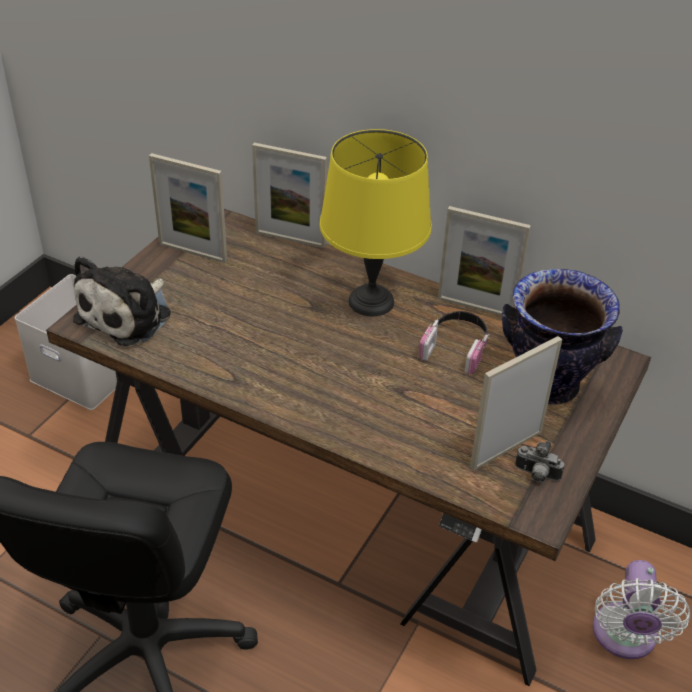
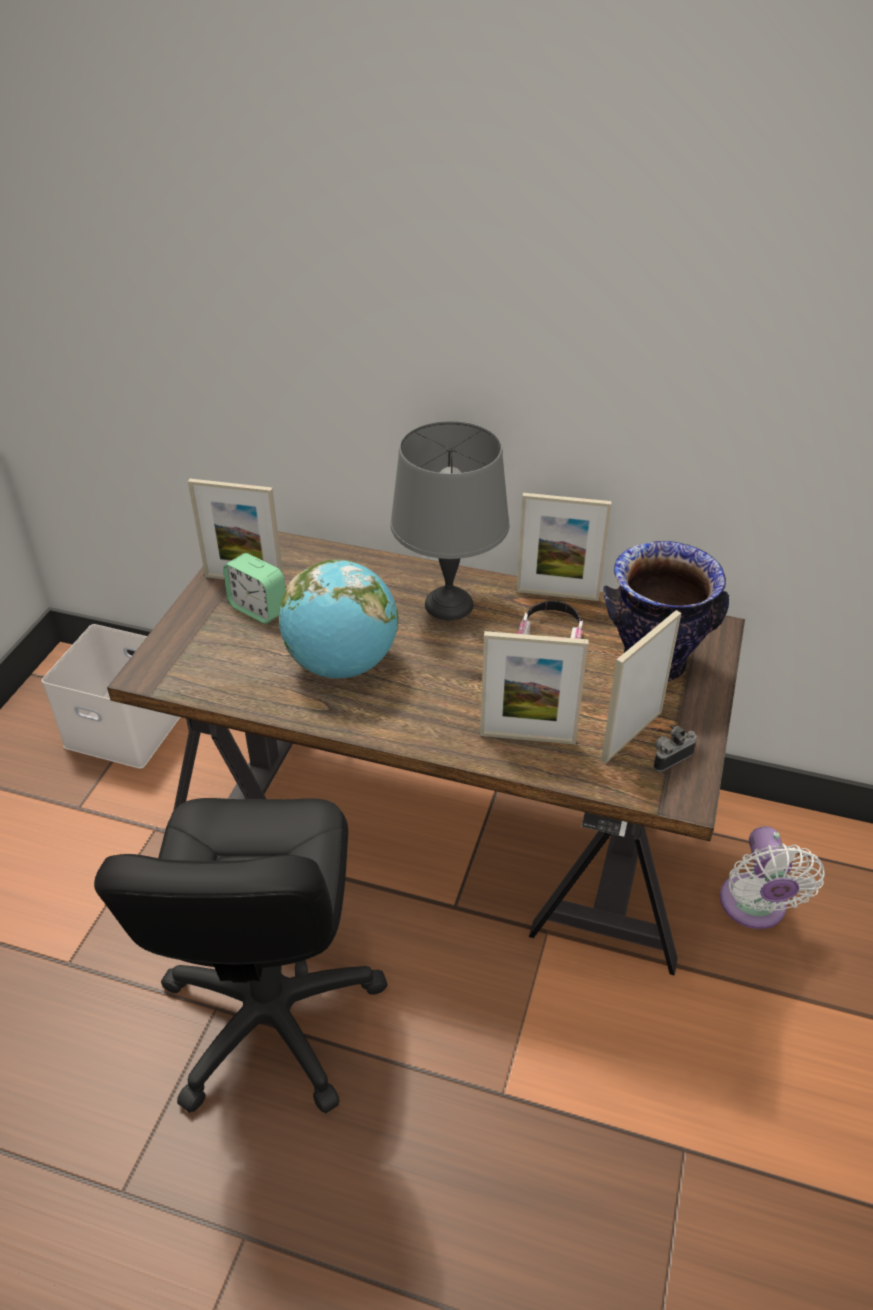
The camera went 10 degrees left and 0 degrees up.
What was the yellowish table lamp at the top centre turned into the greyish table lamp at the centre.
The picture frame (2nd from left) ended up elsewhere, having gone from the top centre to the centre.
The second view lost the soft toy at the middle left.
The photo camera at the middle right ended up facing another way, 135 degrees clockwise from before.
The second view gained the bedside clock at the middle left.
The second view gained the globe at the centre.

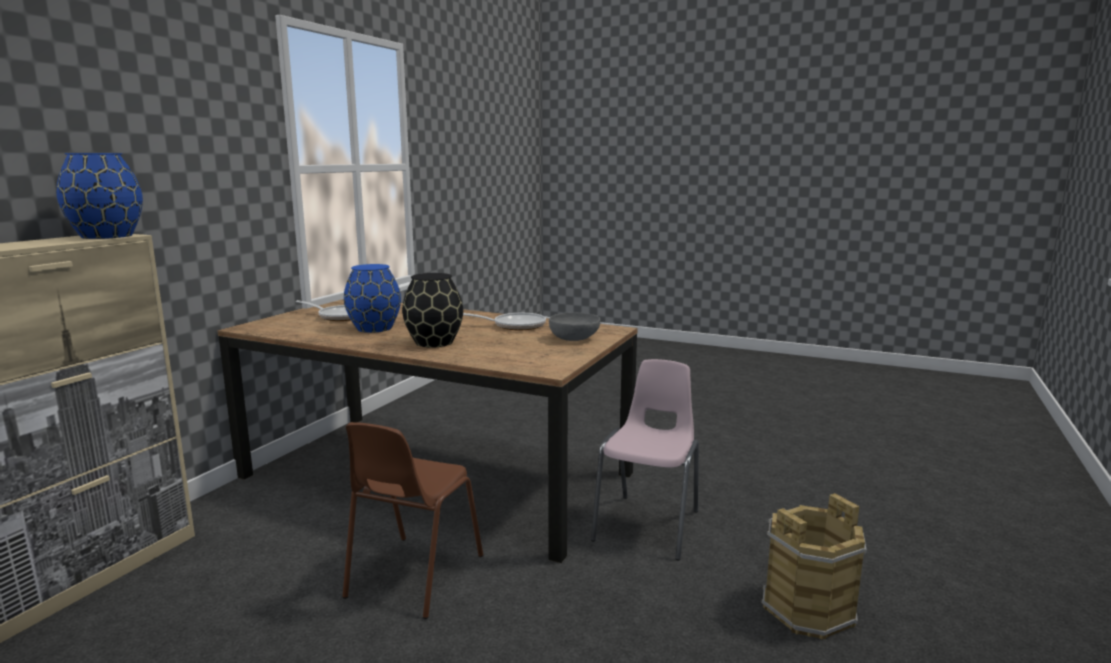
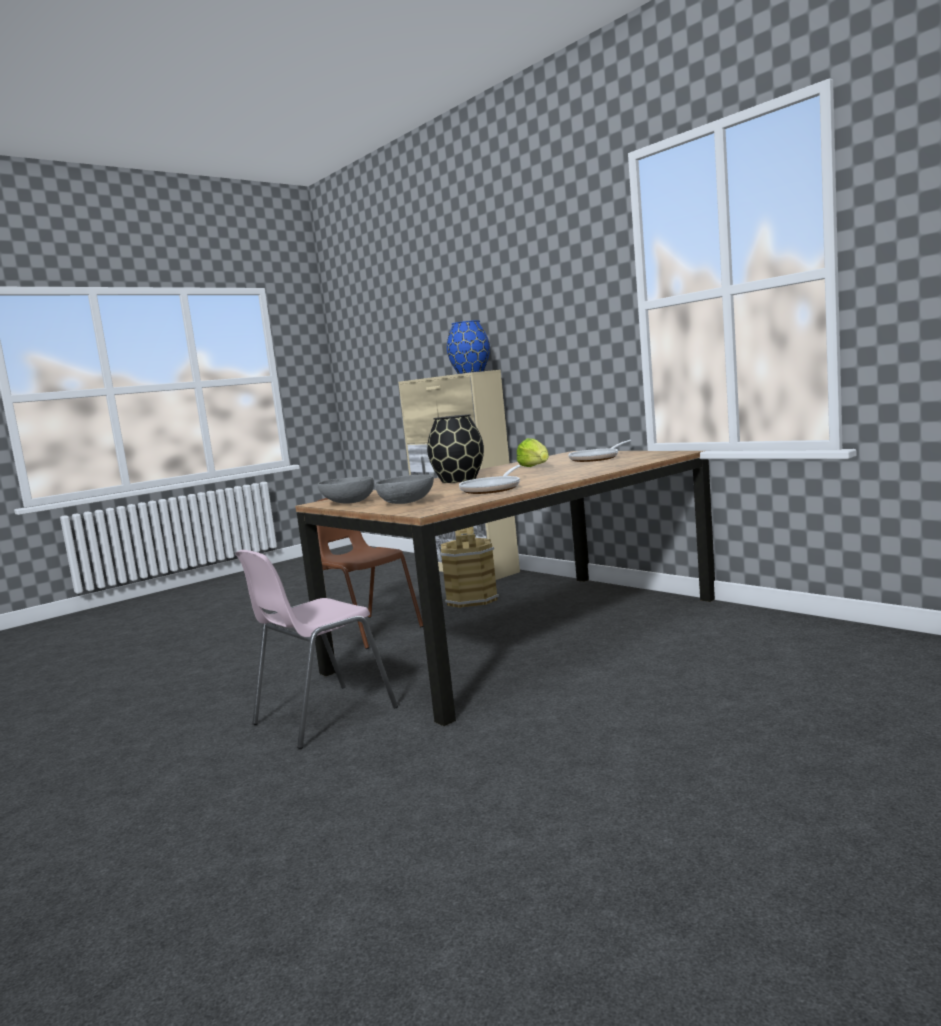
The camera went 115 degrees right and 5 degrees down.
Where the bluish flower vase (2nd from left) stood at the centre, the head of lettuce came to stand at the centre.
The pinkish upright chair at the bottom centre ended up facing another way, 90 degrees clockwise from before.
The brown bucket ended up elsewhere, having gone from the bottom right to the centre.
The second view gained the greyish bowl (1st from left) at the centre.

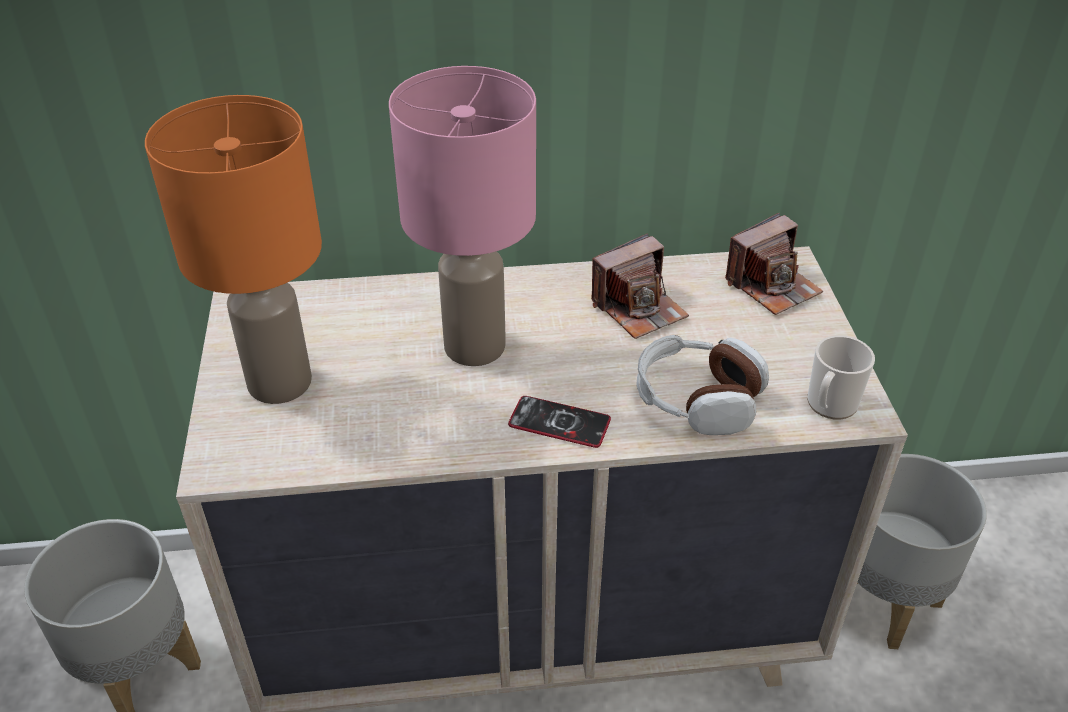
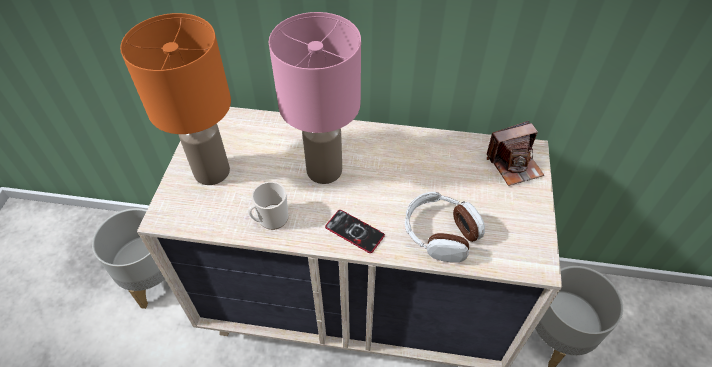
The camera went 15 degrees right and 10 degrees up.
The second view lost the photo camera (1st from left) at the centre.
The tea mug ended up elsewhere, having gone from the middle right to the centre.

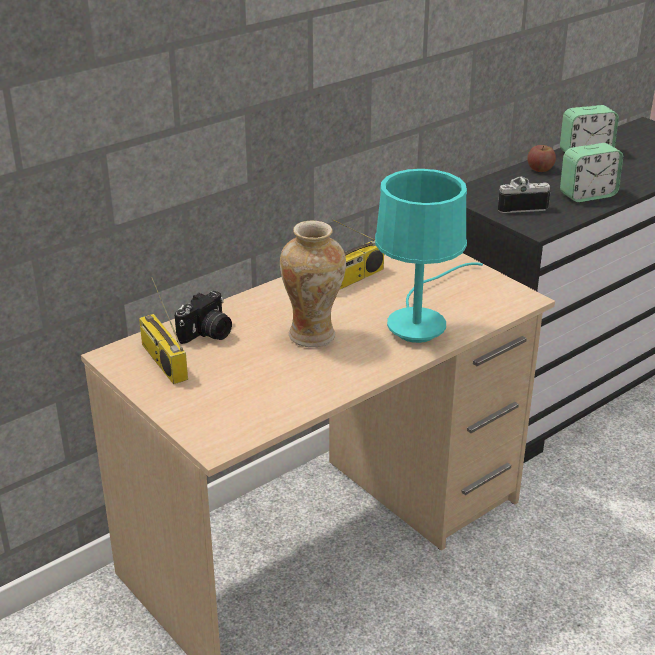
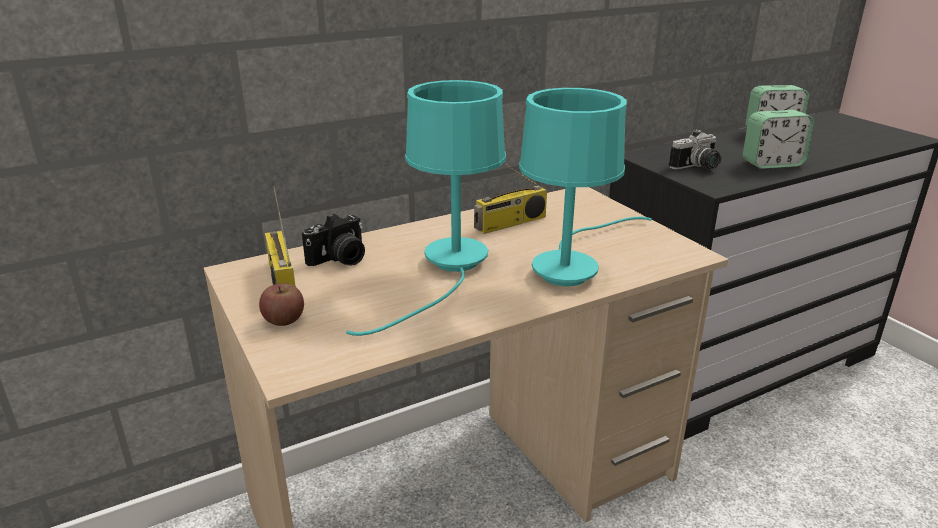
The camera went 10 degrees right and 5 degrees down.
The apple ended up elsewhere, having gone from the top right to the middle left.
The photo camera (2nd from left) at the top right ended up facing another way, 150 degrees clockwise from before.
Where the flower vase stood at the centre, the turquoise-coloured table lamp (1st from left) came to stand at the centre.

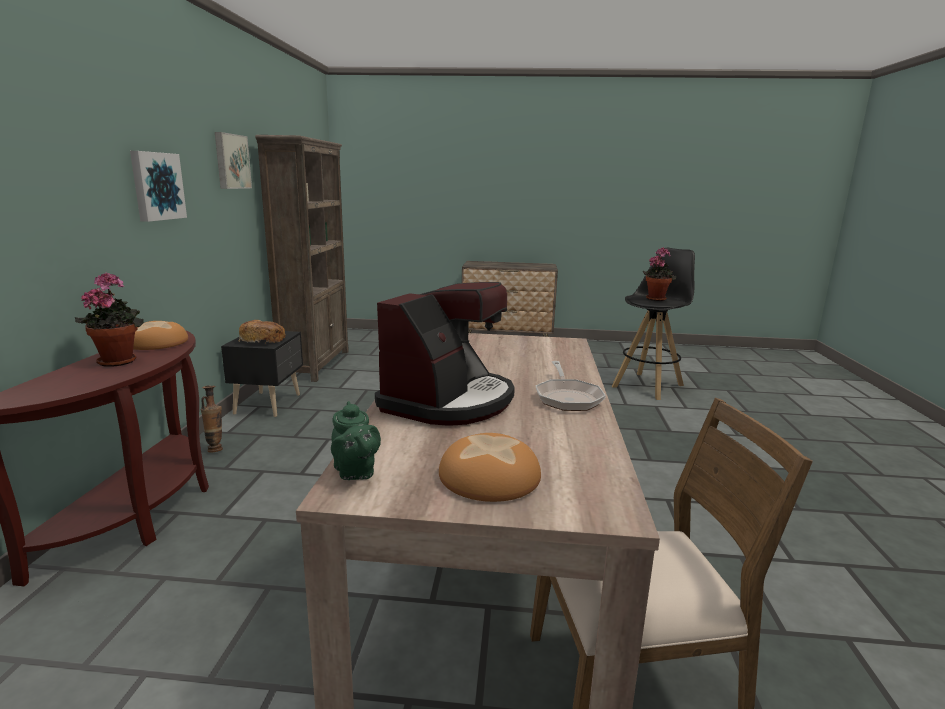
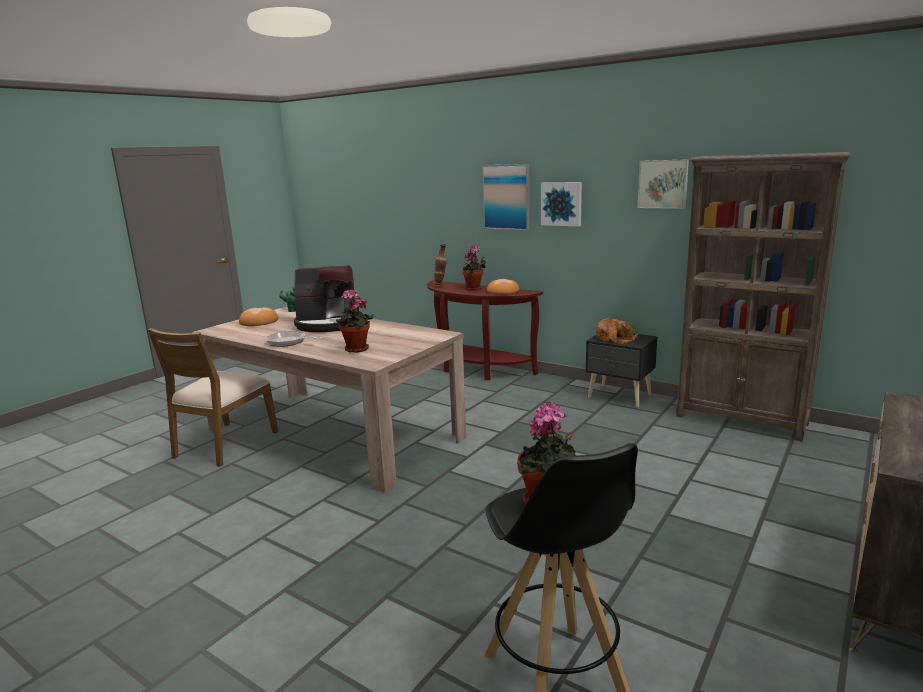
The camera went 120 degrees right and 0 degrees up.
The coffee maker at the centre ended up facing another way, 60 degrees counterclockwise from before.
The flower vase ended up elsewhere, having gone from the middle left to the centre.
The second view gained the wall picture (1st from left) at the top centre.
The second view gained the potted plant (1st from left) at the centre.

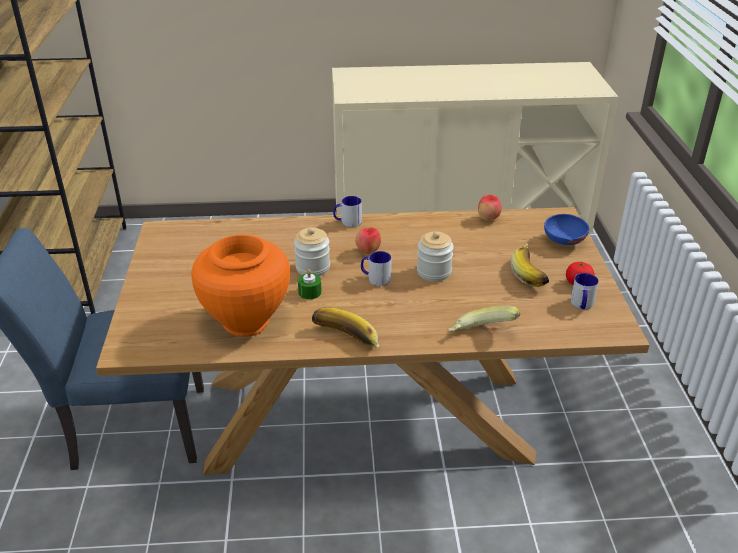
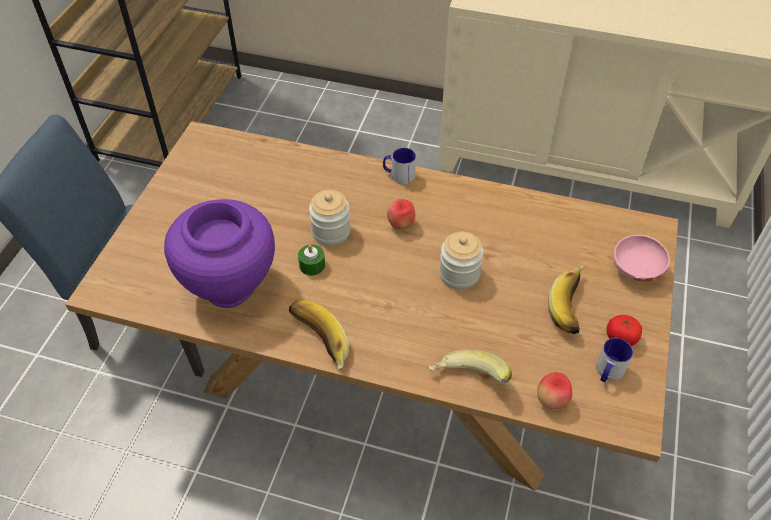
The camera went 20 degrees right and 15 degrees up.
The apple (2nd from left) ended up elsewhere, having gone from the centre to the bottom right.
What was the bluish bowl at the middle right turned into the pinkish bowl at the middle right.
What was the orange flower vase at the middle left turned into the purple flower vase at the middle left.
The second view lost the tea mug (2nd from left) at the centre.

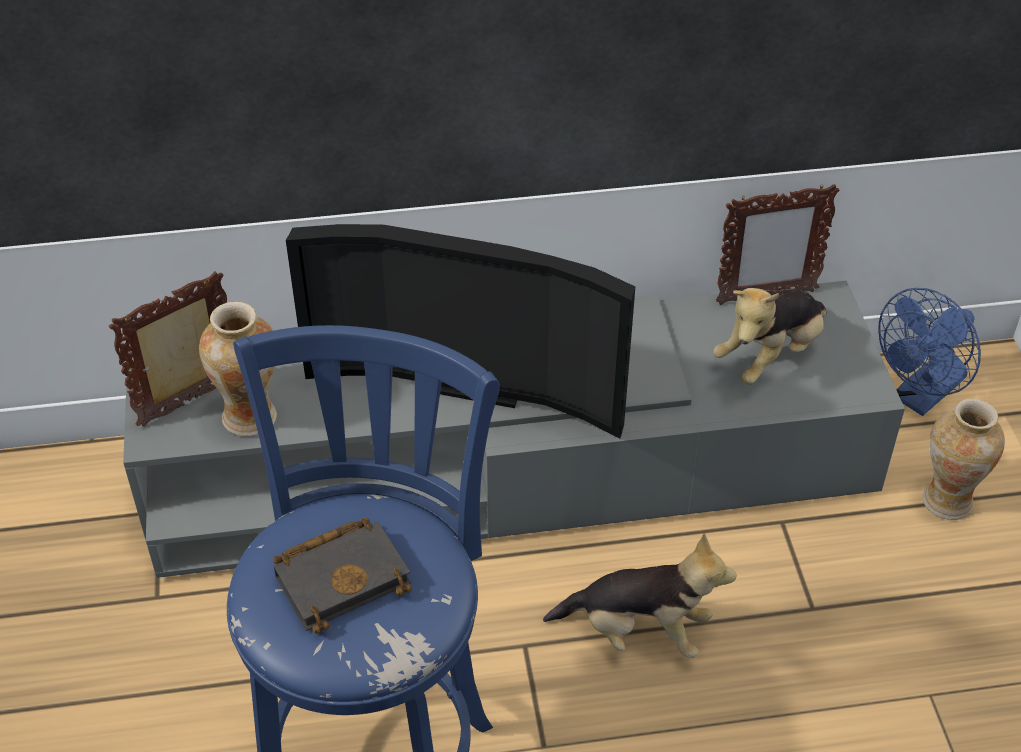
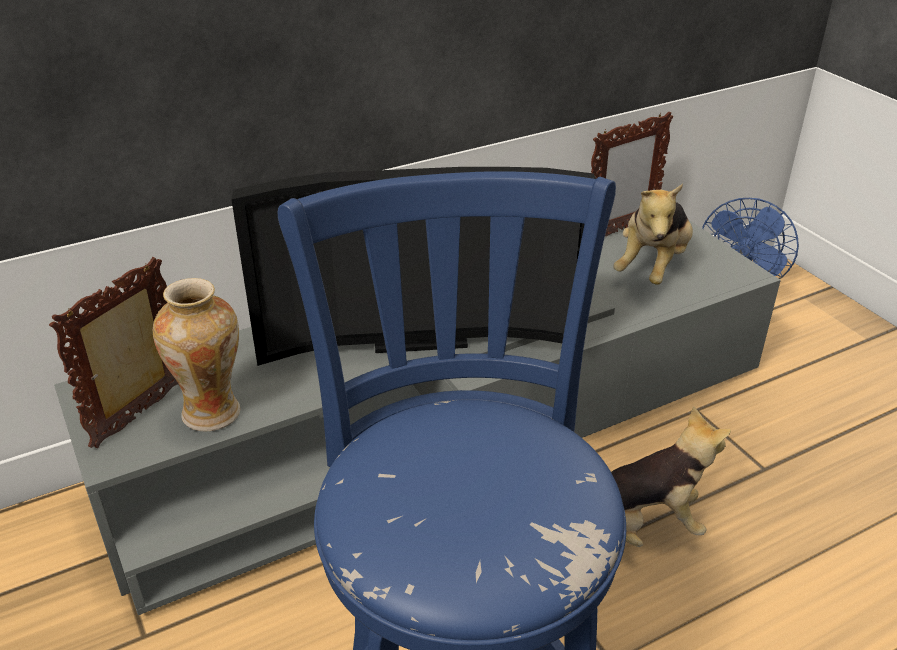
The camera went 20 degrees left and 10 degrees down.
The second view lost the flower vase (2nd from left) at the middle right.
The second view lost the blackish book at the bottom centre.

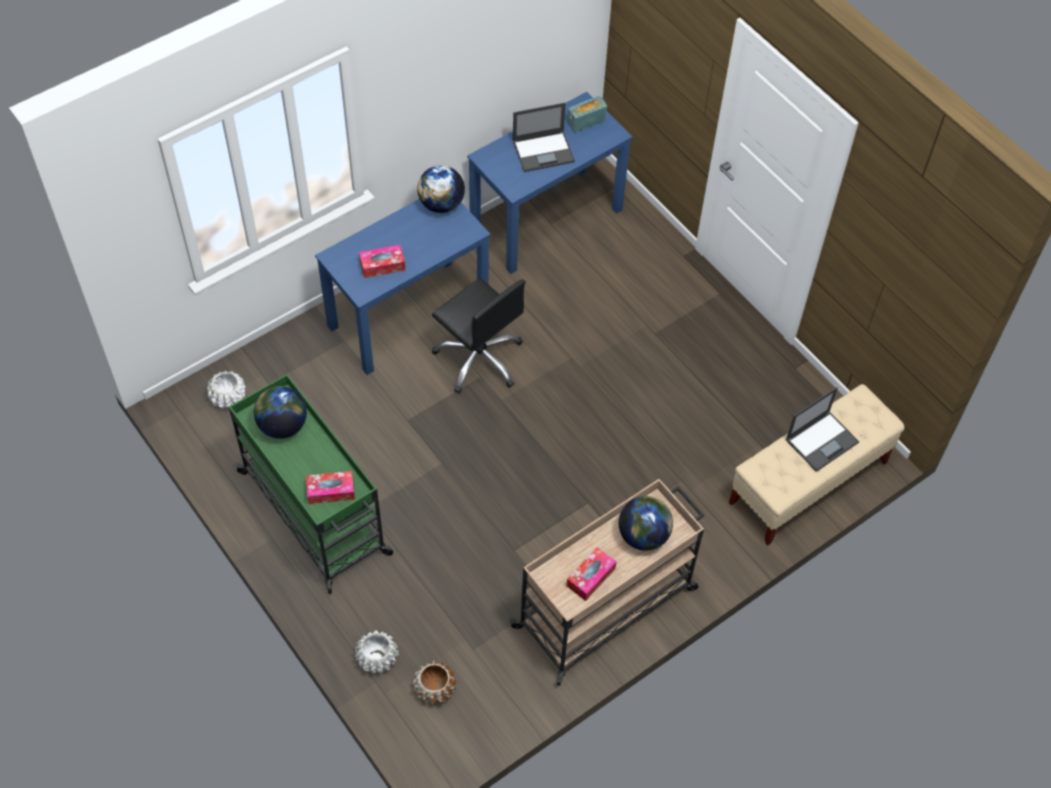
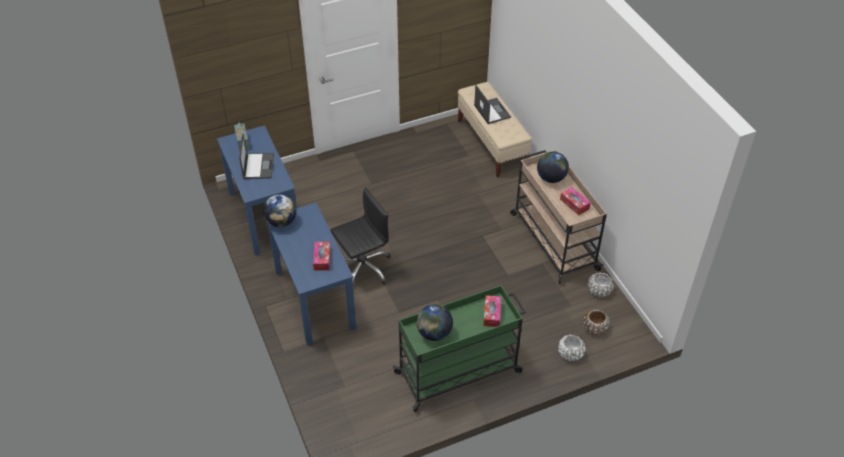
The camera went 75 degrees left and 10 degrees down.
The white-coloured planter (1st from left in the first image) ended up elsewhere, having gone from the middle left to the middle right.

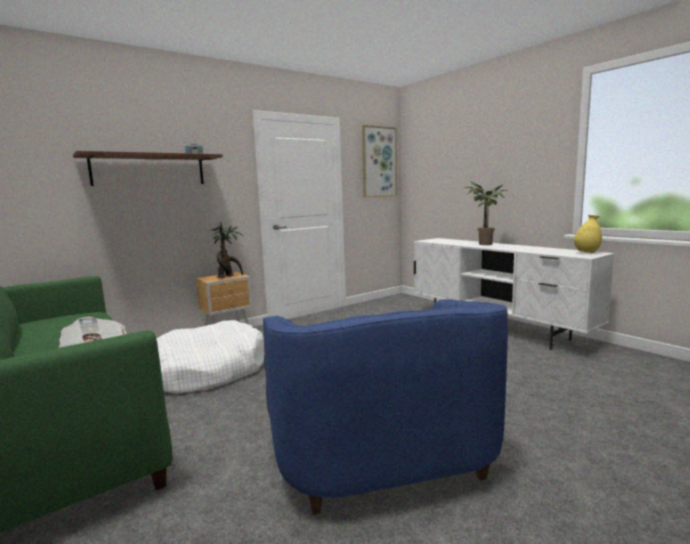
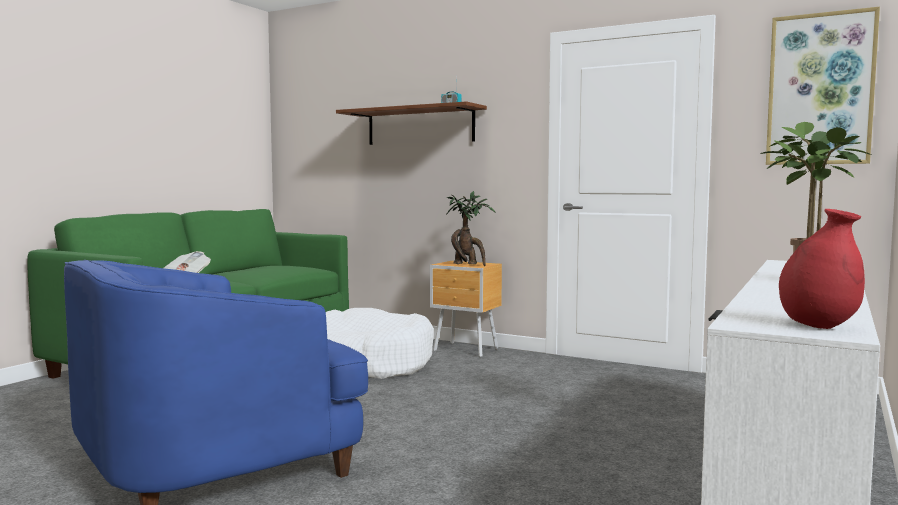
The camera went 65 degrees right and 5 degrees down.
What was the yellowish flower vase at the middle right turned into the reddish flower vase at the middle right.

